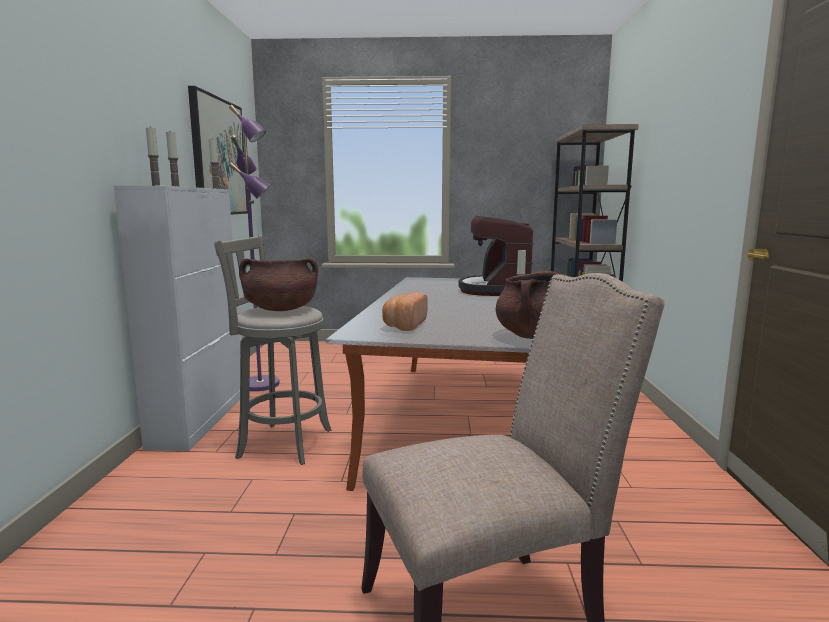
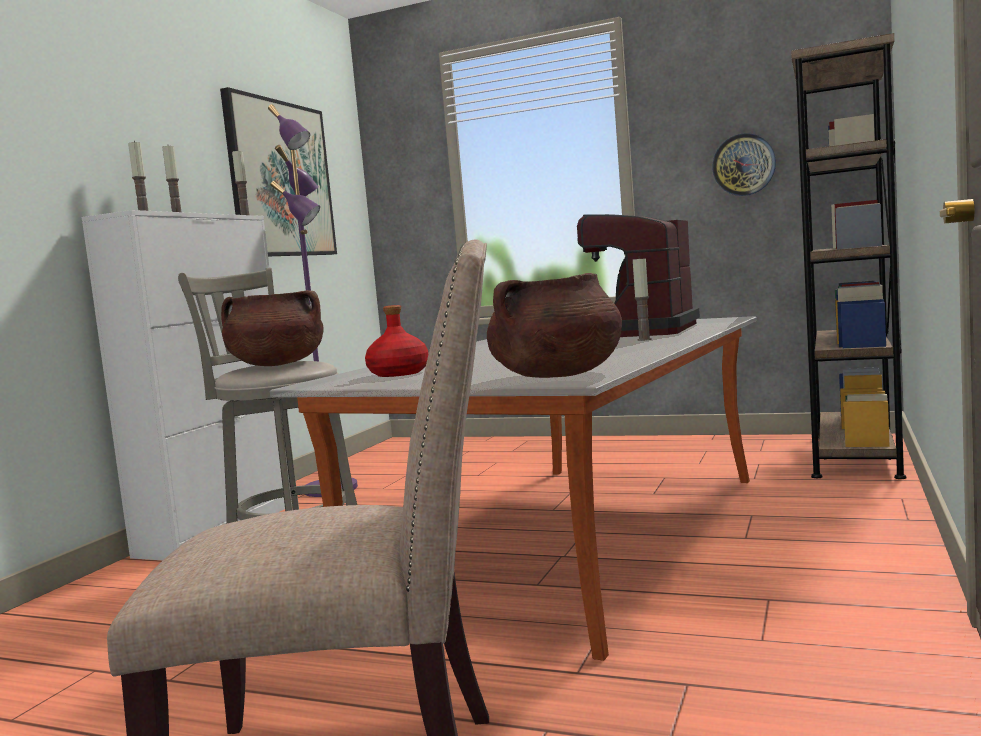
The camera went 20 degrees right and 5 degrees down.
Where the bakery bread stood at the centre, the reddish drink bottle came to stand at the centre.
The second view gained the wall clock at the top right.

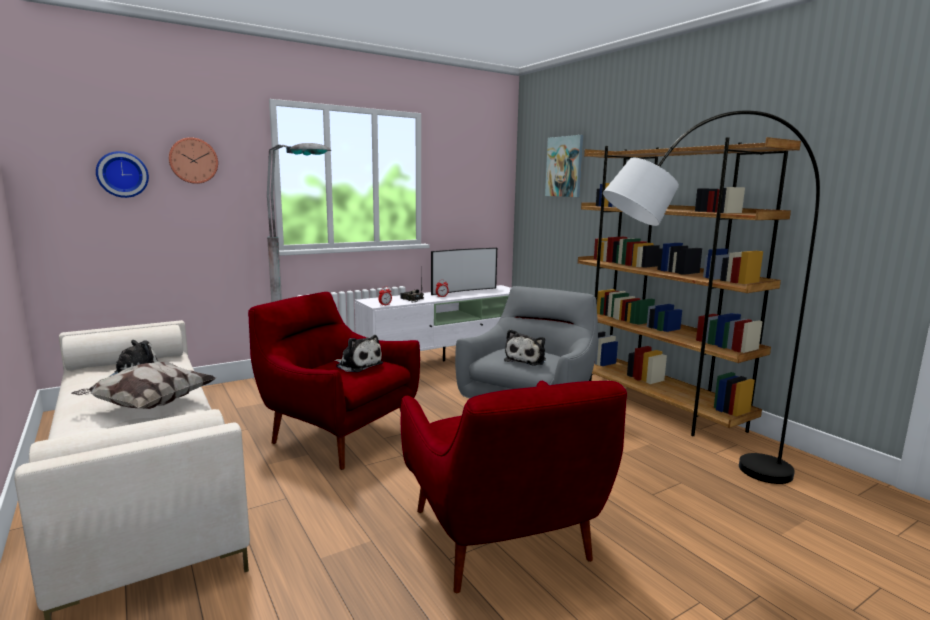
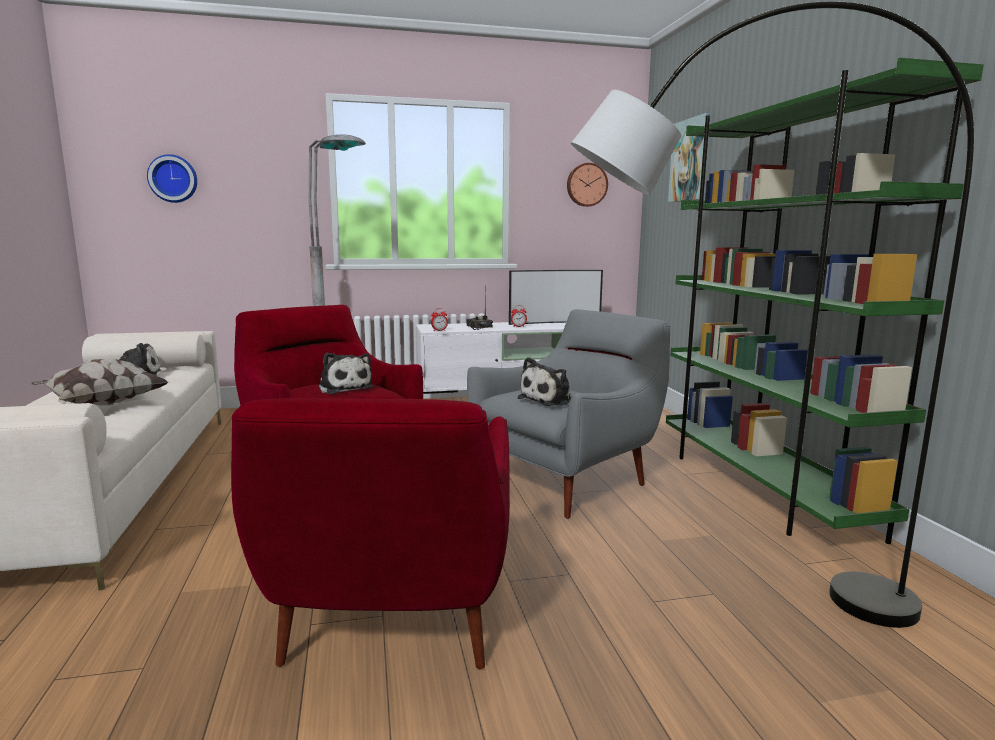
The camera went 20 degrees right and 0 degrees up.
The wall clock (2nd from left) ended up elsewhere, having gone from the top left to the top centre.
What was the brown shelving unit at the middle right turned into the greenish shelving unit at the middle right.

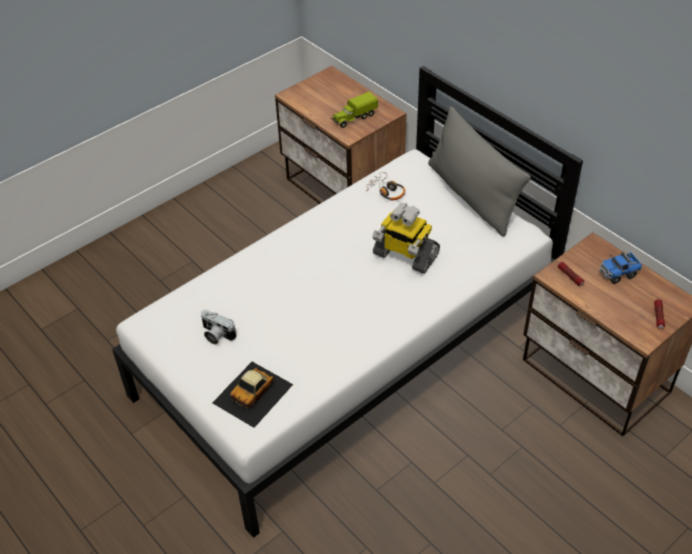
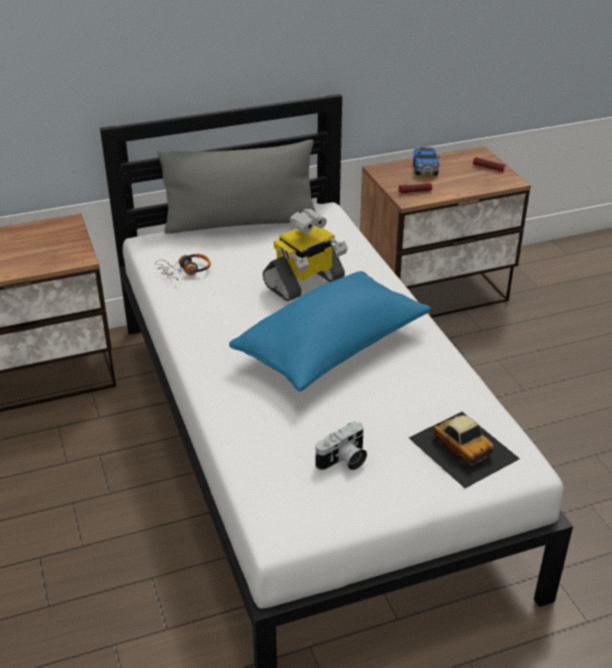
The camera went 70 degrees left and 10 degrees down.
The second view lost the toy truck (1st from left) at the top centre.
The second view gained the bluish cushion at the centre.

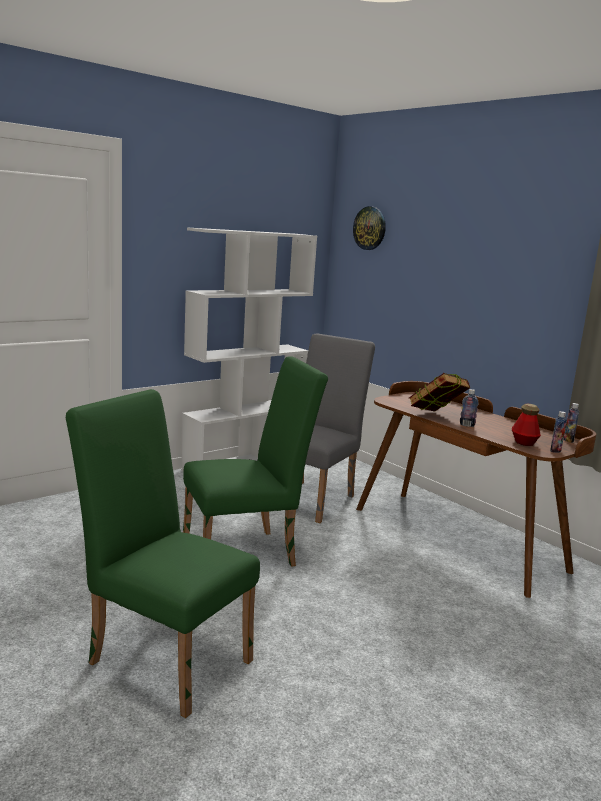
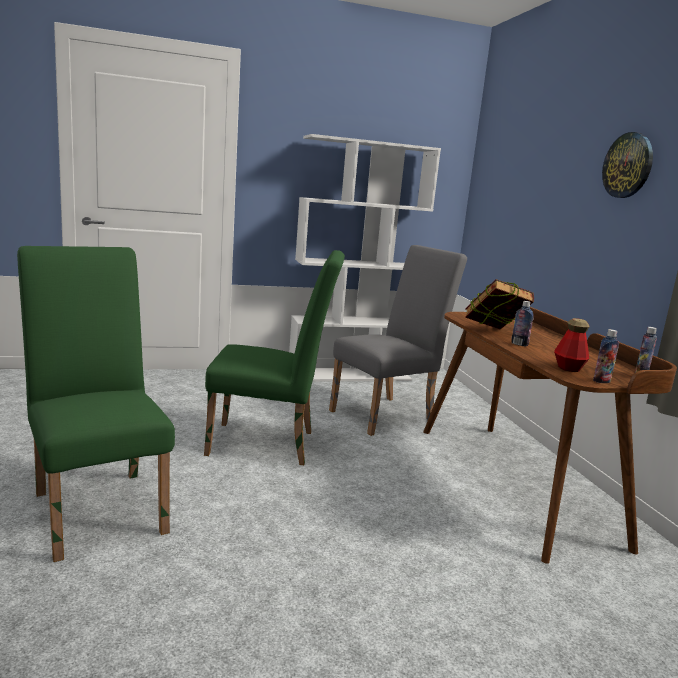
The camera went 25 degrees right and 0 degrees up.
The wall clock ended up elsewhere, having gone from the top centre to the top right.

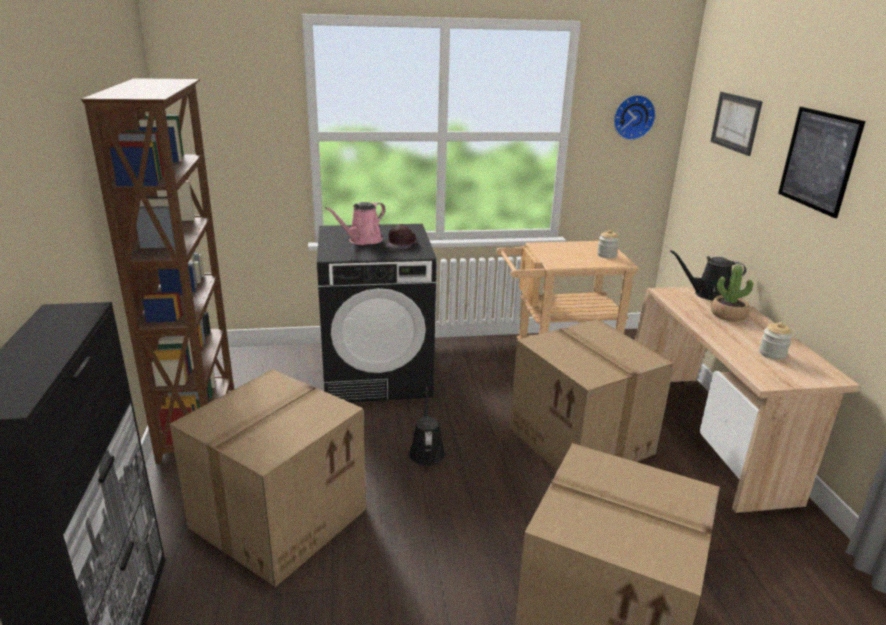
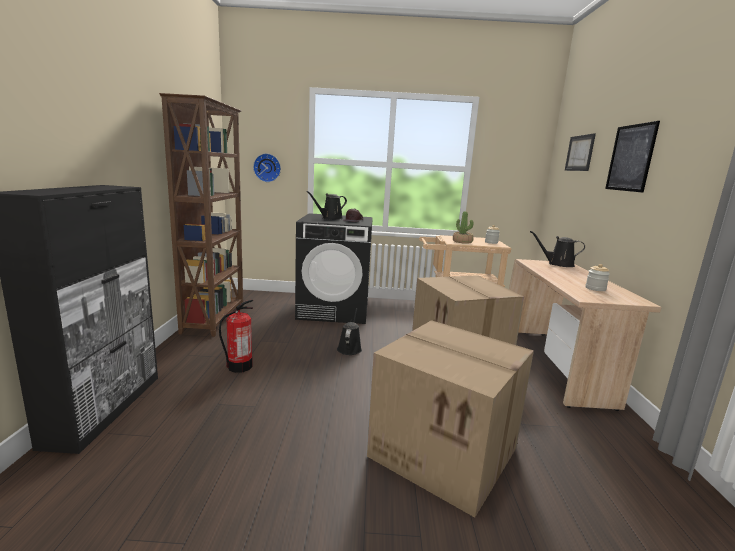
The camera went 10 degrees right and 10 degrees down.
The wall clock ended up elsewhere, having gone from the top right to the top centre.
What was the pinkish watering pot at the centre turned into the blackish watering pot (1st from left) at the centre.
The potted plant ended up elsewhere, having gone from the middle right to the centre.
Where the packing box (1st from left) stood at the bottom left, the fire-fighting cylinder came to stand at the middle left.

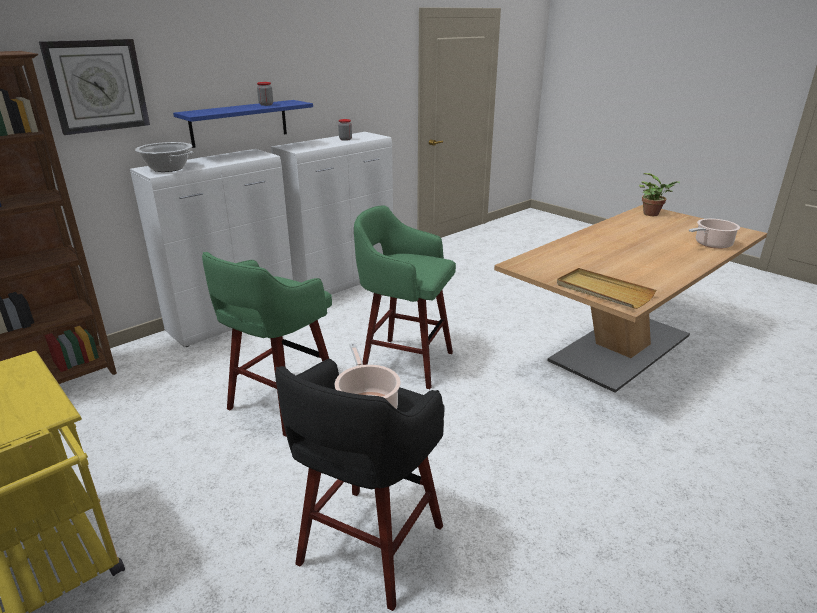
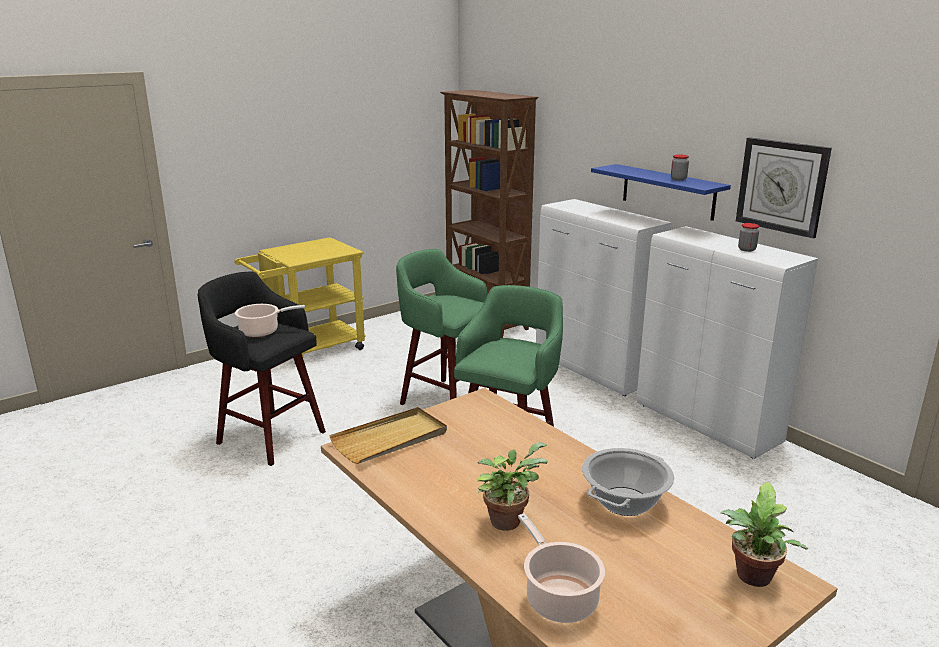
The camera went 95 degrees right and 5 degrees down.
The wall clock ended up elsewhere, having gone from the top left to the top right.
The stockpot (1st from left in the first image) ended up elsewhere, having gone from the top left to the bottom right.
The second view gained the potted plant (1st from left) at the bottom centre.

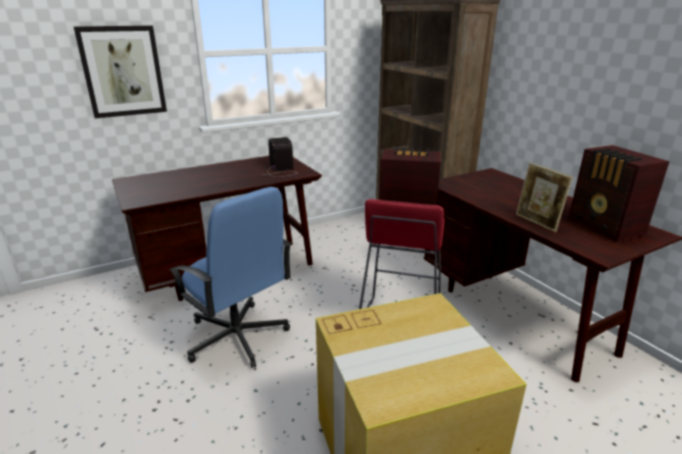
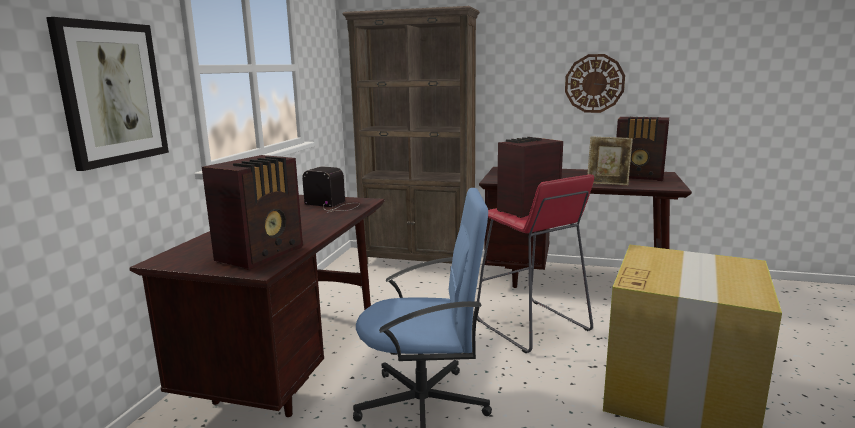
The camera went 45 degrees left and 10 degrees down.
The second view gained the wall clock at the top right.
The second view gained the radio receiver (1st from left) at the middle left.

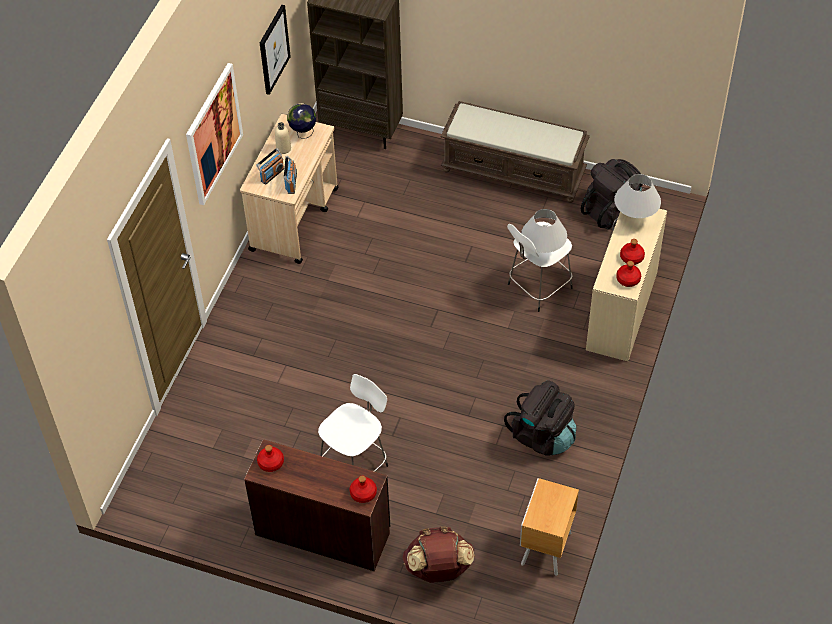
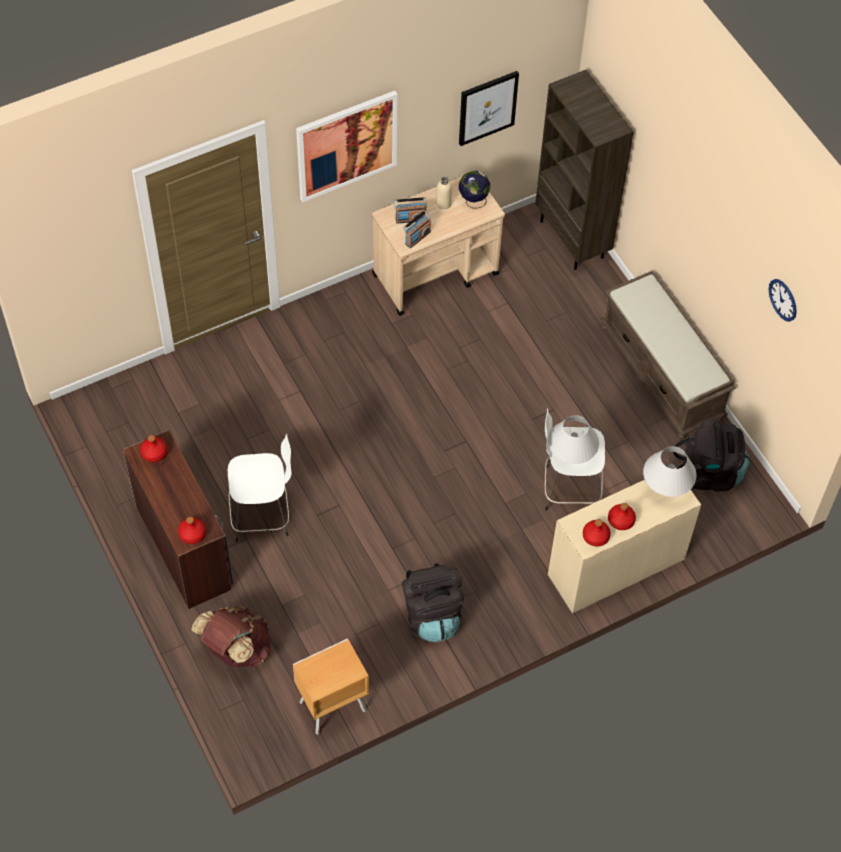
The camera went 40 degrees right and 5 degrees up.
The second view gained the wall clock at the middle right.

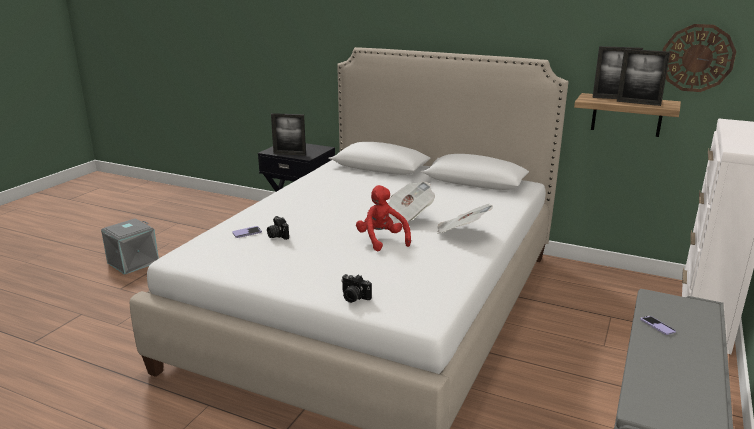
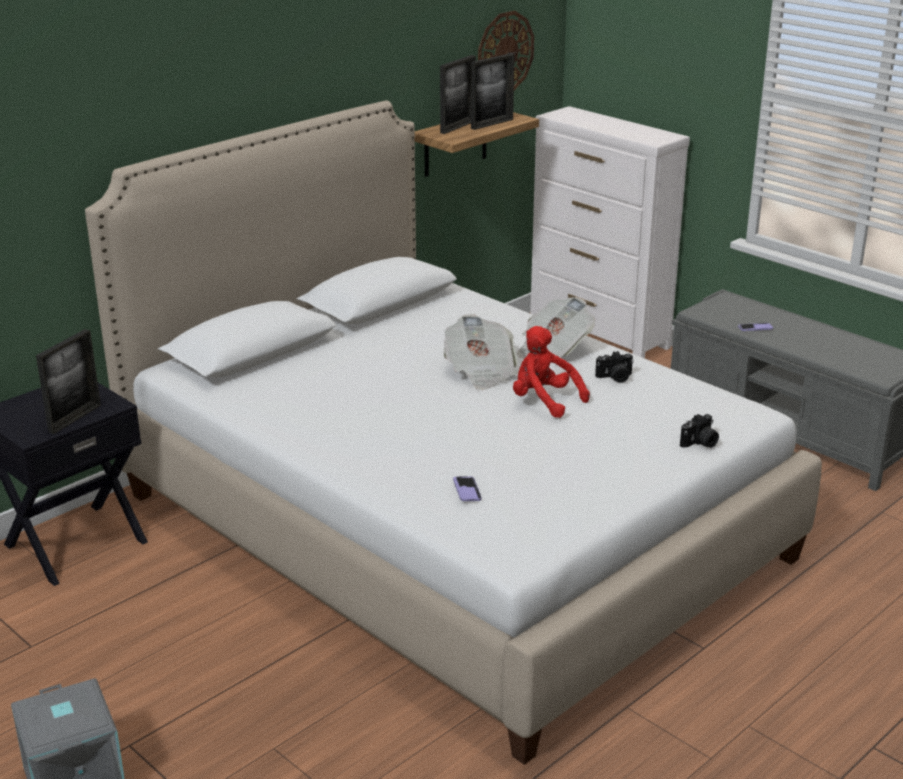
The camera went 70 degrees left and 5 degrees up.
The reddish soft toy at the centre ended up facing another way, 45 degrees clockwise from before.
The photo camera (1st from left) ended up elsewhere, having gone from the centre to the middle right.

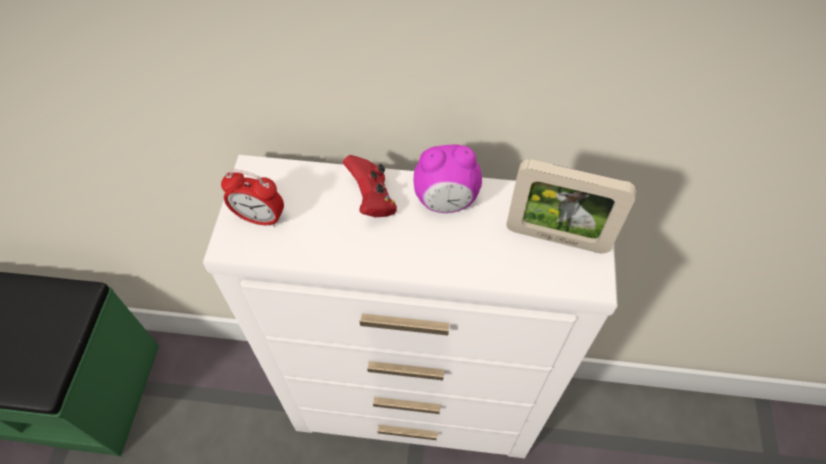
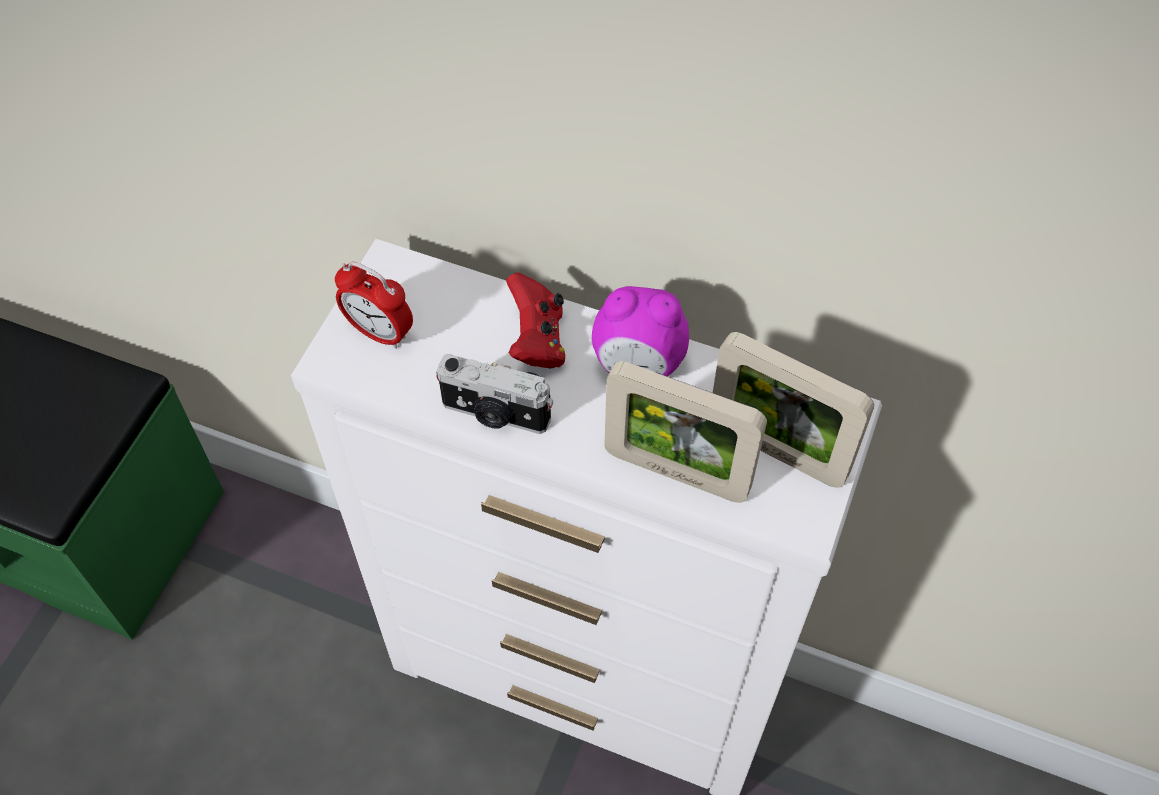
The camera went 15 degrees right and 0 degrees up.
The second view gained the photo camera at the centre.
The second view gained the picture frame (1st from left) at the centre.

